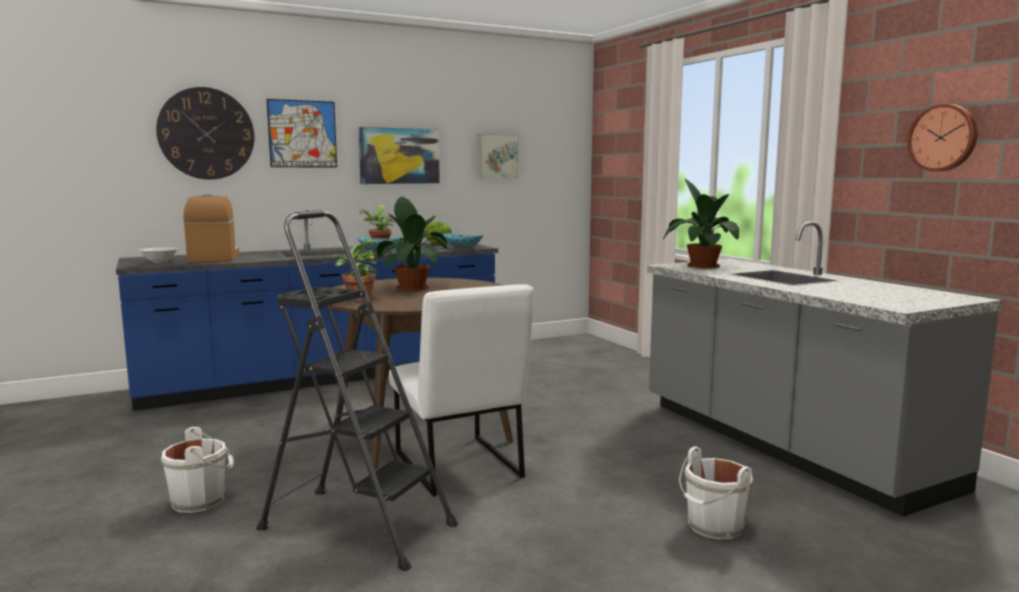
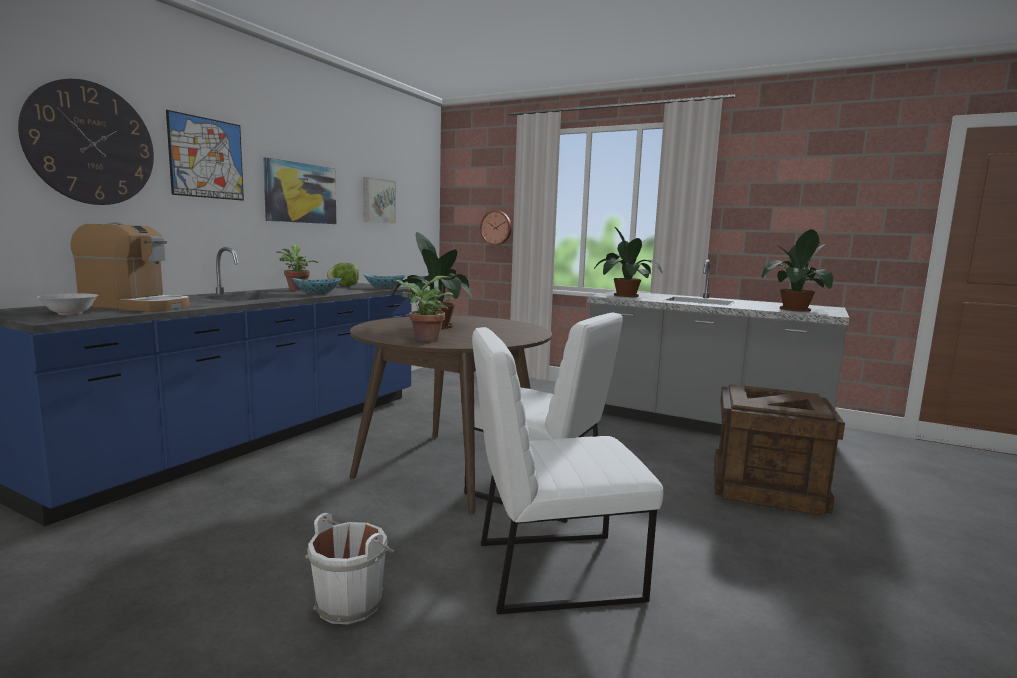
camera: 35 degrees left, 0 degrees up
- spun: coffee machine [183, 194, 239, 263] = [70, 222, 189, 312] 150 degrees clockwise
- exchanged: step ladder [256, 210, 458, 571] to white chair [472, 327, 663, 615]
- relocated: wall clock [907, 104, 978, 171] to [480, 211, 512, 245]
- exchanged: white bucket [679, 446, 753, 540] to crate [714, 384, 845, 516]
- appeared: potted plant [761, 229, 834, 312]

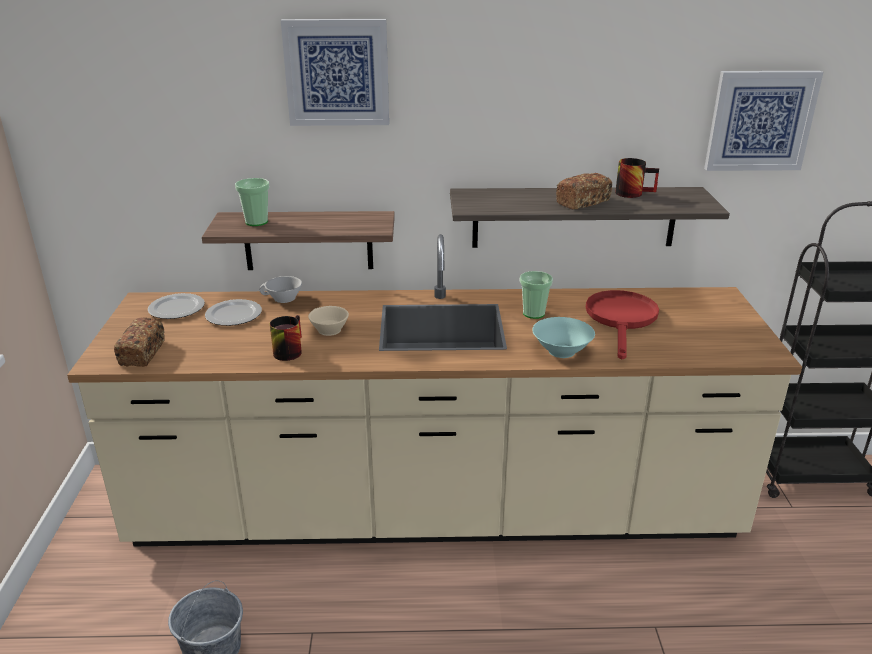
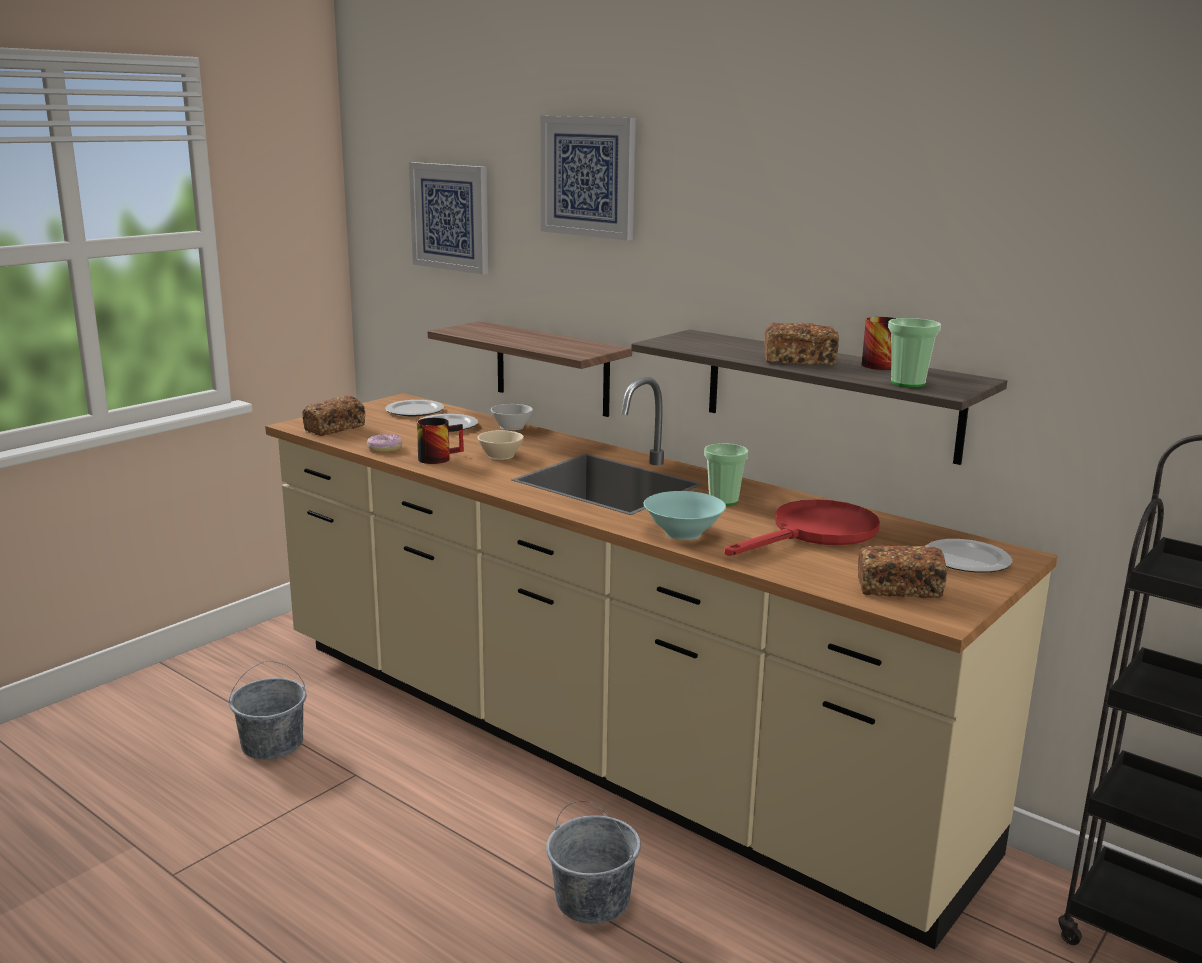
camera: 40 degrees right, 10 degrees down
- appeared: donut [367, 434, 403, 452]
- relocated: picture [704, 71, 823, 171] to [409, 162, 488, 274]
- appeared: grey bucket [546, 801, 641, 924]
- appeared: bread [858, 546, 947, 598]
- relocated: cup [235, 178, 269, 226] to [888, 318, 941, 387]
- appeared: plate [925, 539, 1013, 573]

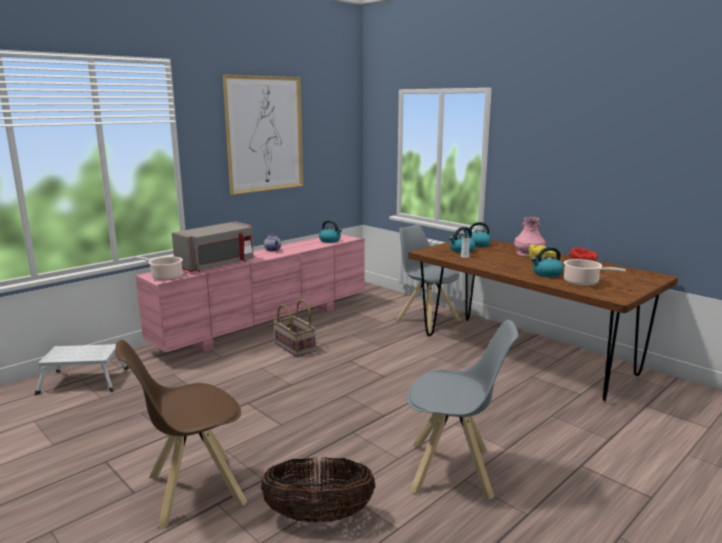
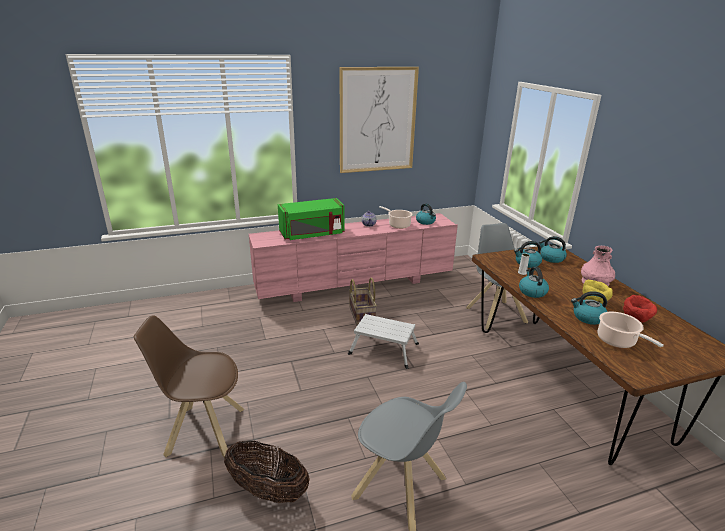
camera: 25 degrees right, 10 degrees up
- colour: grey microwave [172, 222, 254, 272] to green microwave [278, 198, 345, 240]
- relocated: white step ladder [34, 344, 130, 396] to [348, 314, 419, 369]
- relocated: cooking pot [133, 256, 183, 281] to [379, 206, 412, 229]
- appeared: kettle [519, 267, 549, 298]

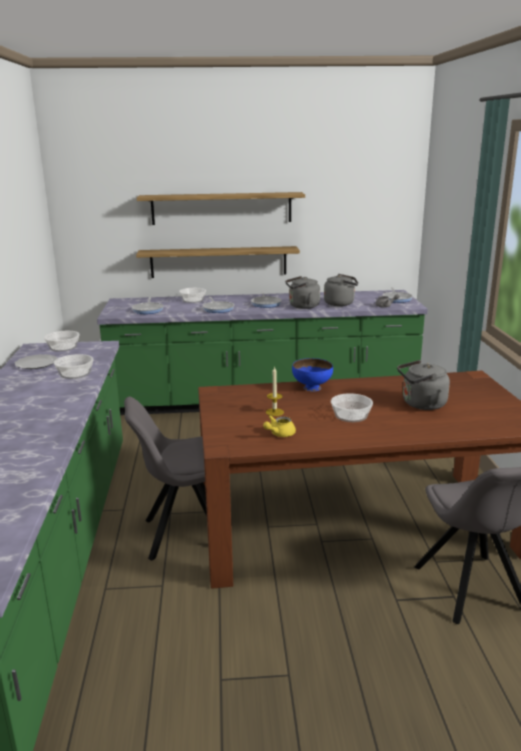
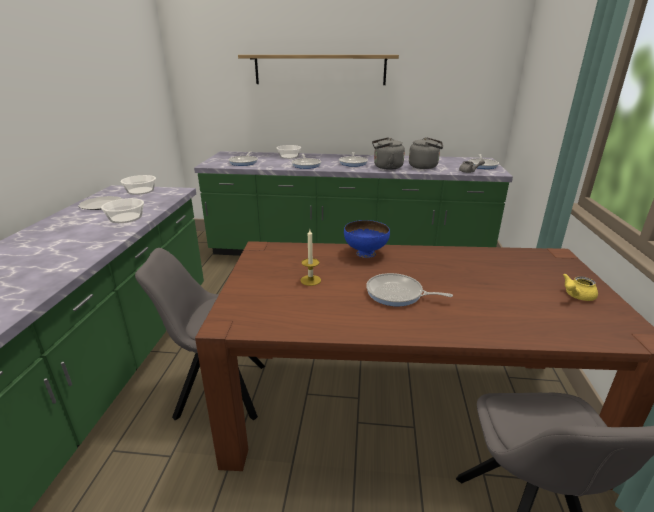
camera: 10 degrees right, 5 degrees up
- exchanged: bowl [331, 393, 373, 422] to frying pan [366, 273, 453, 307]
- relocated: yellow teapot [263, 415, 296, 437] to [563, 274, 598, 301]
- missing: shelf [136, 246, 300, 278]
- missing: grey kettle [397, 360, 450, 410]

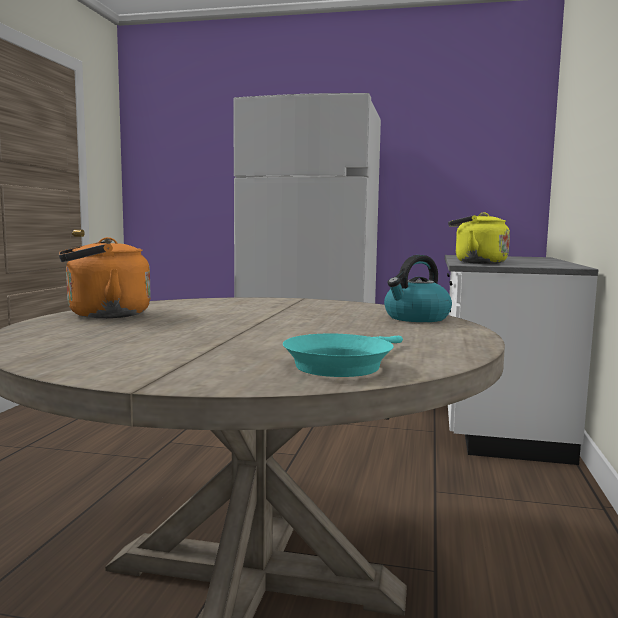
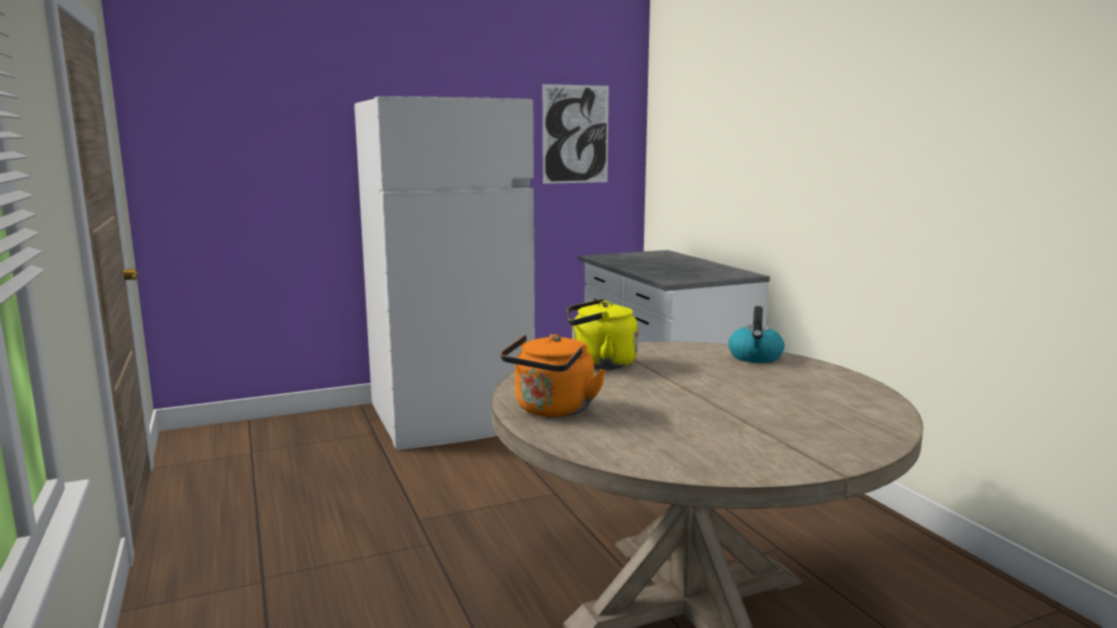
camera: 35 degrees left, 5 degrees up
- appeared: picture [543, 84, 609, 184]
- relocated: yellow kettle [448, 212, 510, 264] to [567, 299, 638, 369]
- missing: turquoise frying pan [283, 334, 403, 377]

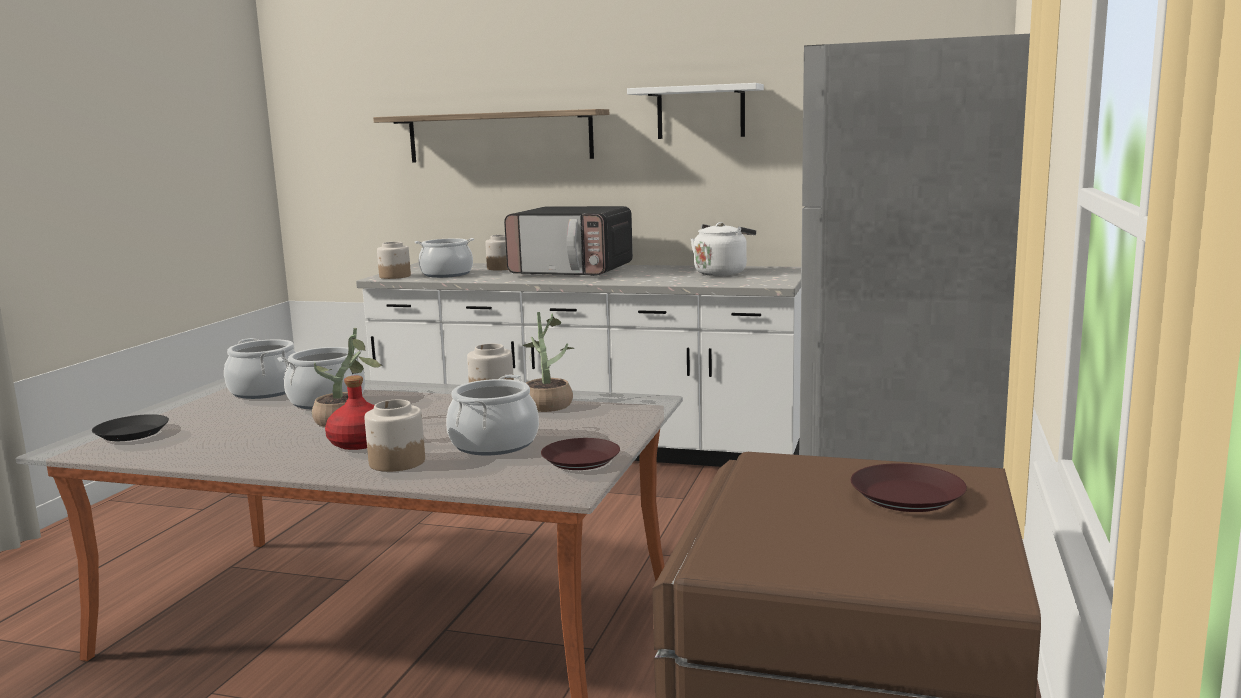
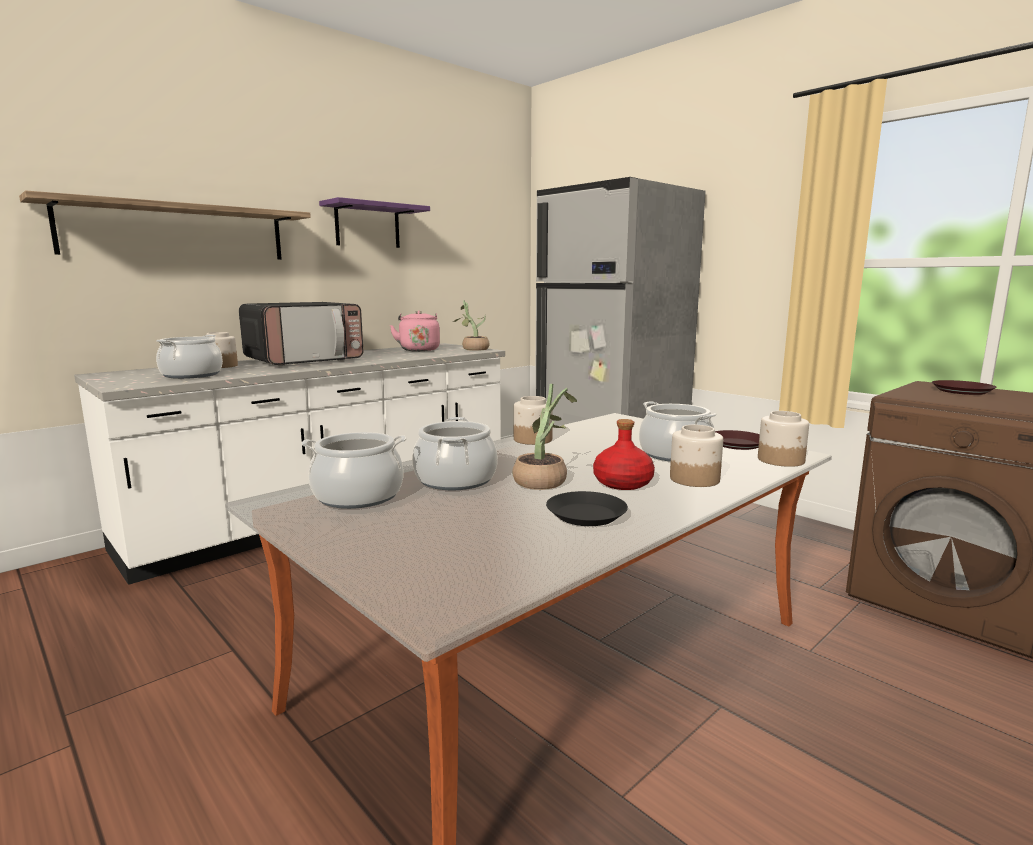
camera: 60 degrees left, 0 degrees up
- colour: white shelf [627, 83, 764, 139] to purple shelf [319, 197, 430, 248]
- colour: white kettle [691, 222, 756, 276] to pink kettle [390, 311, 440, 351]
- relocated: potted plant [522, 312, 575, 412] to [453, 300, 490, 351]
- relocated: black plate [92, 414, 169, 441] to [546, 491, 628, 526]
- relocated: jar [377, 242, 411, 279] to [758, 411, 809, 467]

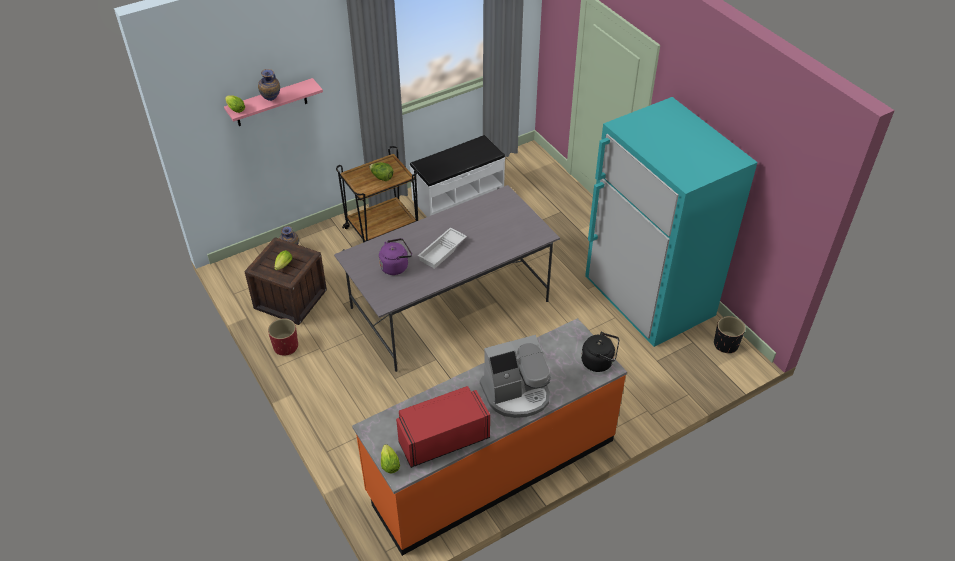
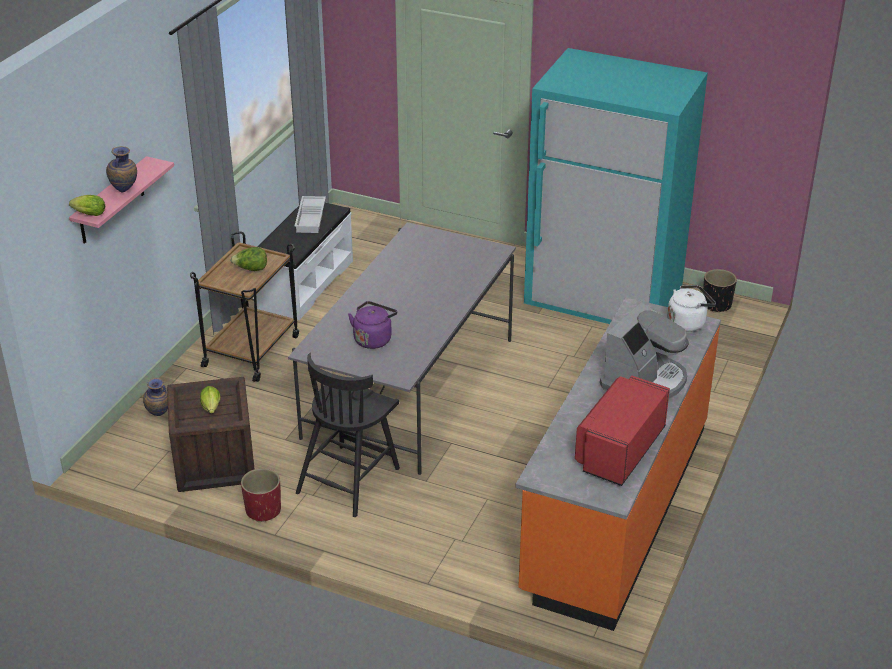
camera: 35 degrees left, 10 degrees down
- relocated: white tray [418, 227, 467, 269] to [294, 196, 326, 233]
- appeared: black chair [296, 353, 400, 517]
- colour: black kettle [581, 332, 619, 372] to white kettle [667, 285, 716, 332]
- missing: lettuce [381, 444, 400, 474]

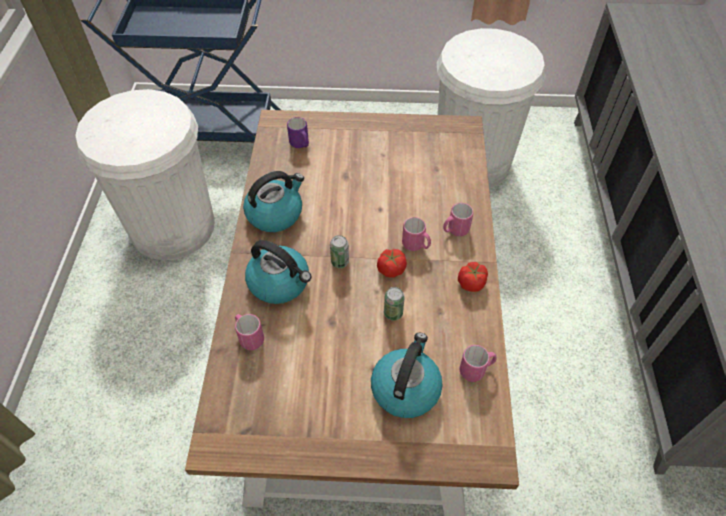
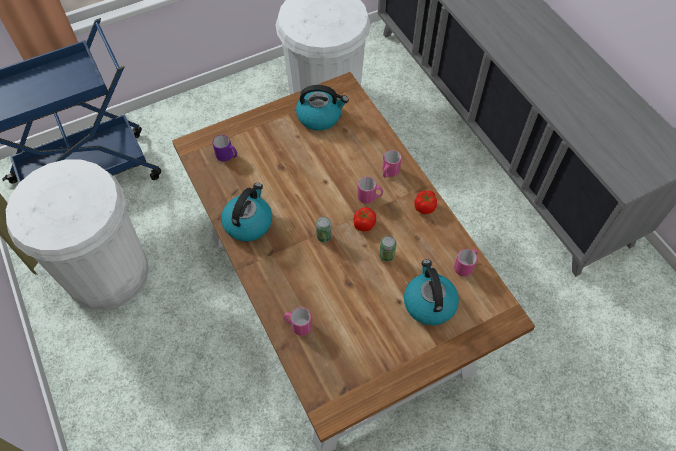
camera: 30 degrees left, 5 degrees up
- relocated: kettle [245, 240, 311, 304] to [296, 85, 349, 131]

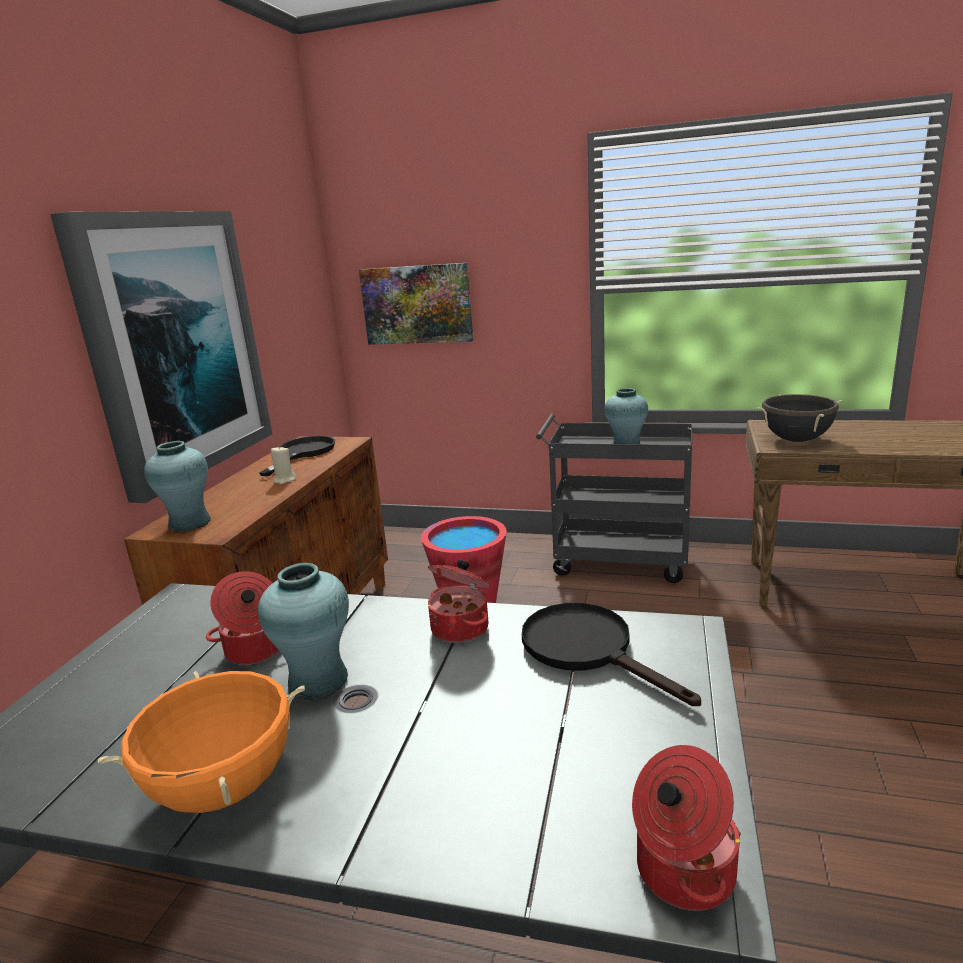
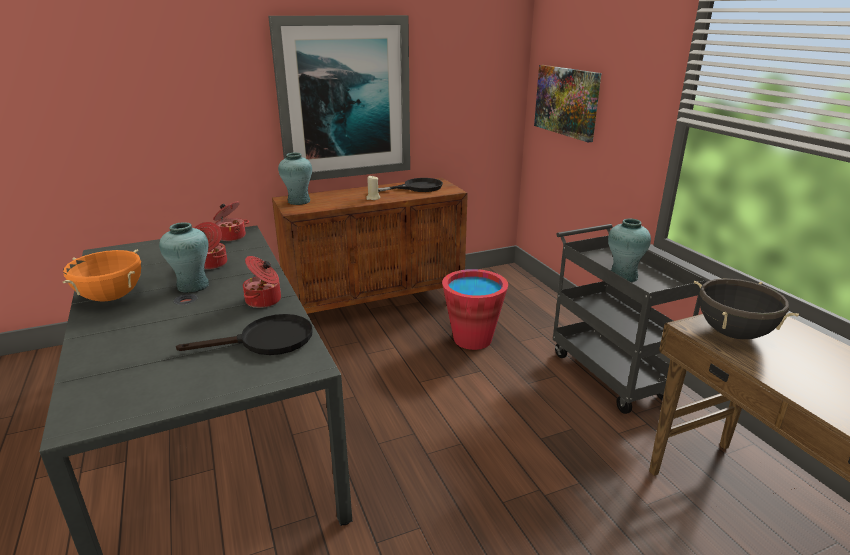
camera: 50 degrees right, 5 degrees up
- spun: black frying pan [522, 603, 701, 706] = [176, 314, 313, 355] 60 degrees clockwise
- relocated: cooking pot [632, 745, 741, 911] to [213, 202, 249, 241]

